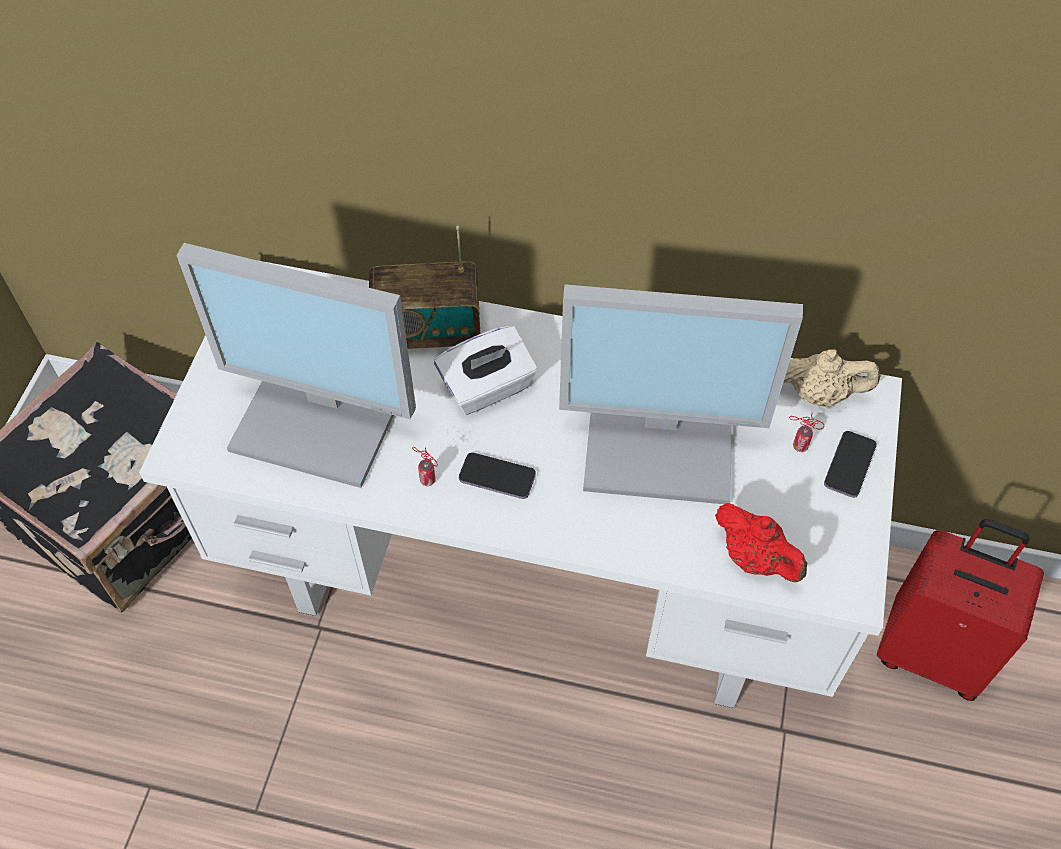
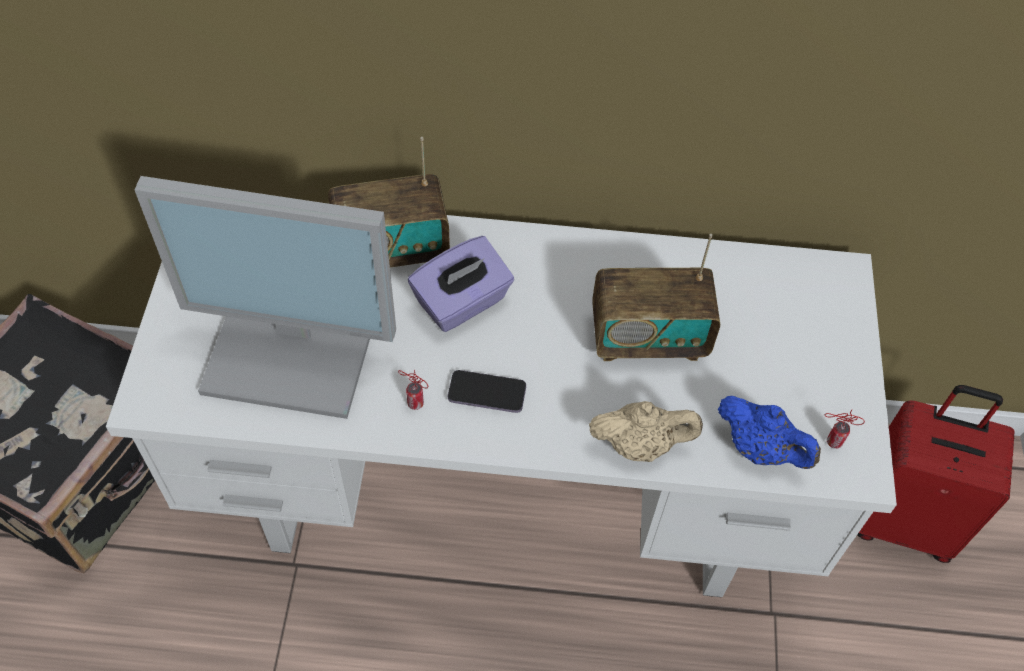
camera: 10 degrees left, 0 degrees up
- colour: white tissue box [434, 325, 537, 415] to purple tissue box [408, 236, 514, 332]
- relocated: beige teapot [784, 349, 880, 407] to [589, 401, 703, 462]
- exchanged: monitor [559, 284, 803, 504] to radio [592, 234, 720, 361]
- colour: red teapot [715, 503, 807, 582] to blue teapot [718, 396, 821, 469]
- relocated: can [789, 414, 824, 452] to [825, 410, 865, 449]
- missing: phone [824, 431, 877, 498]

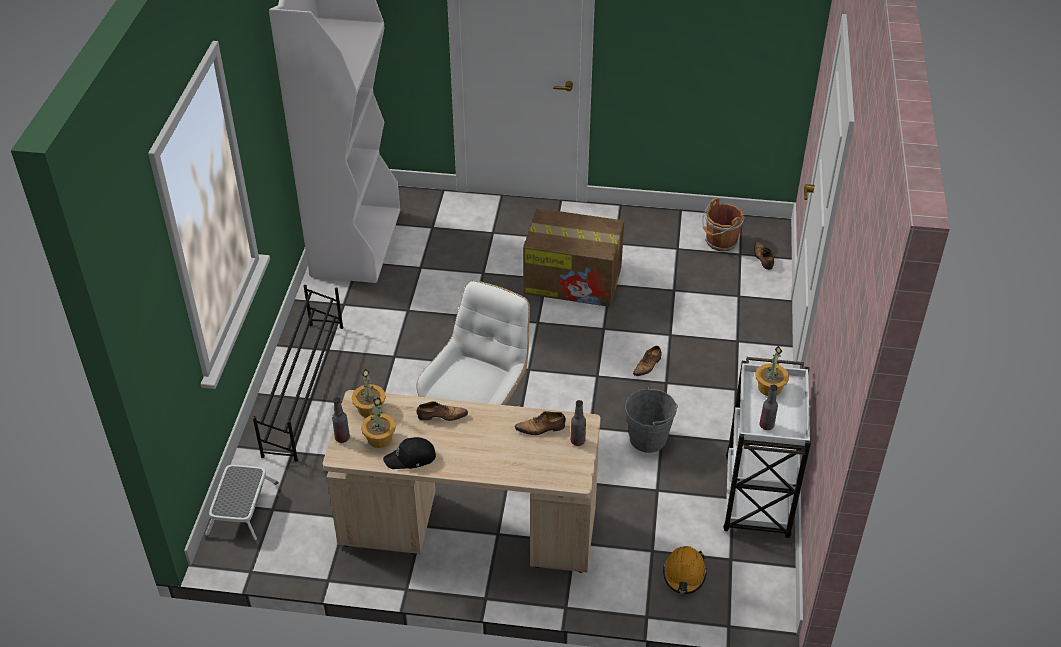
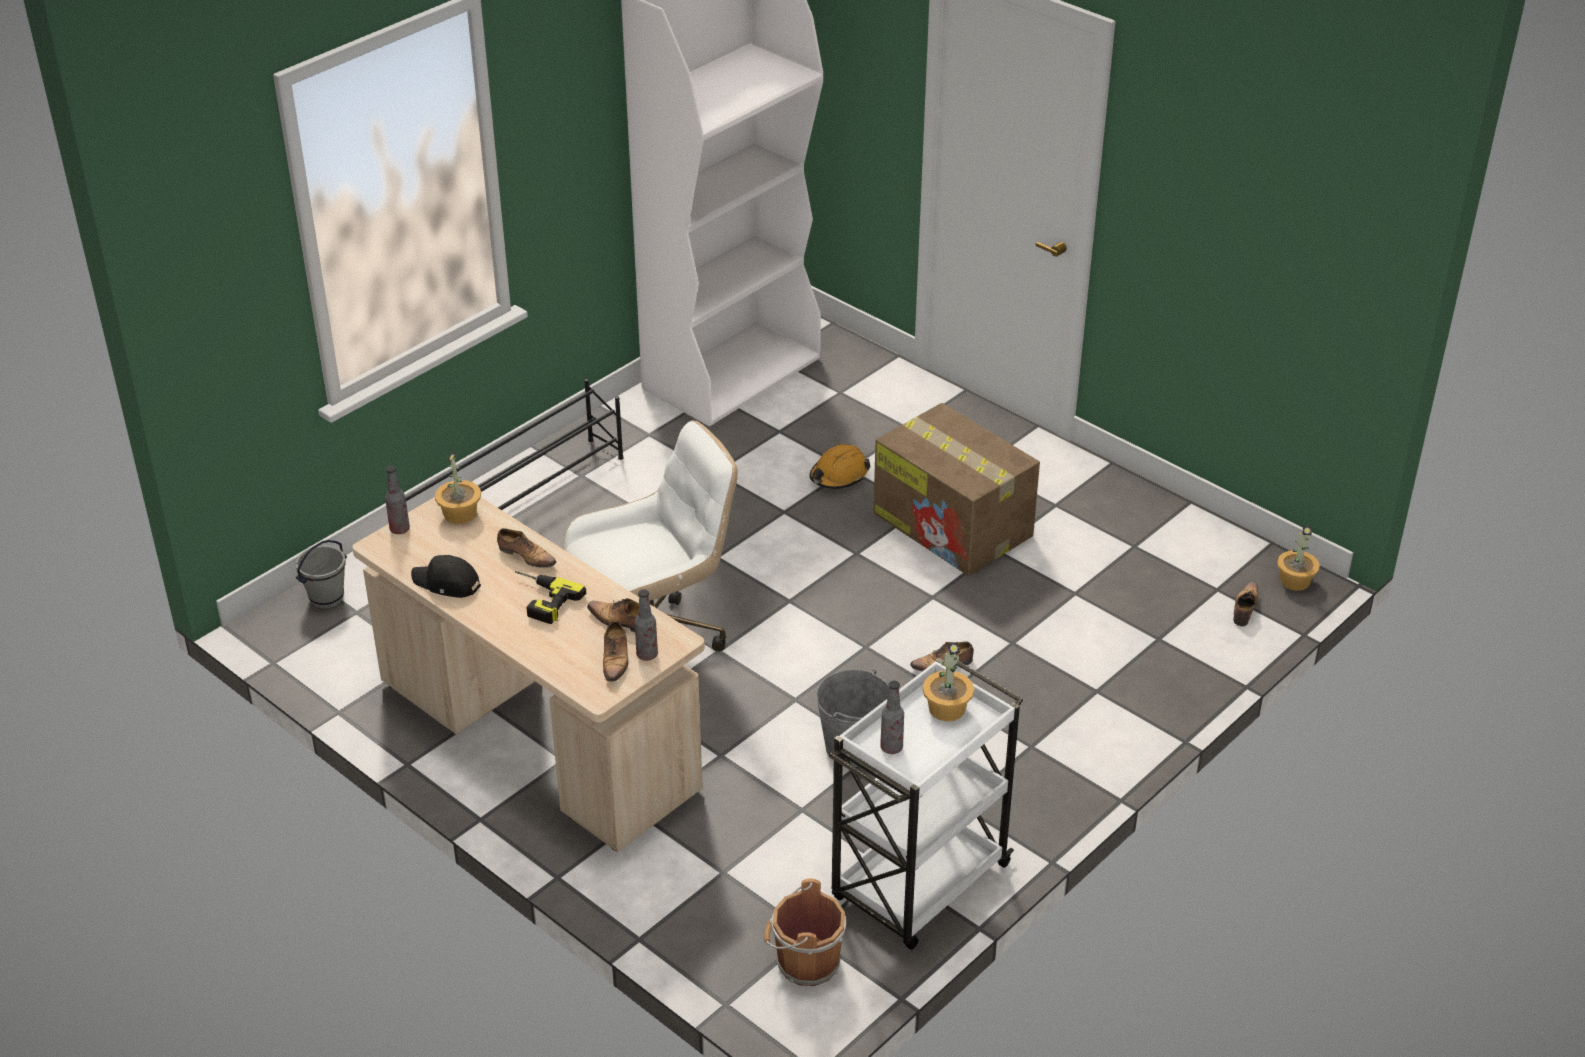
camera: 35 degrees right, 5 degrees down
- exchanged: grey step ladder [204, 465, 279, 544] to grey bucket [296, 540, 347, 608]
- appeared: power drill [515, 571, 586, 624]
- appeared: shoe [603, 621, 628, 682]
- relocated: brown bucket [702, 198, 745, 251] to [764, 878, 846, 986]
- relocated: orange hard hat [663, 546, 707, 594] to [809, 444, 870, 489]
- relocated: potted plant [361, 397, 396, 448] to [1277, 526, 1320, 591]

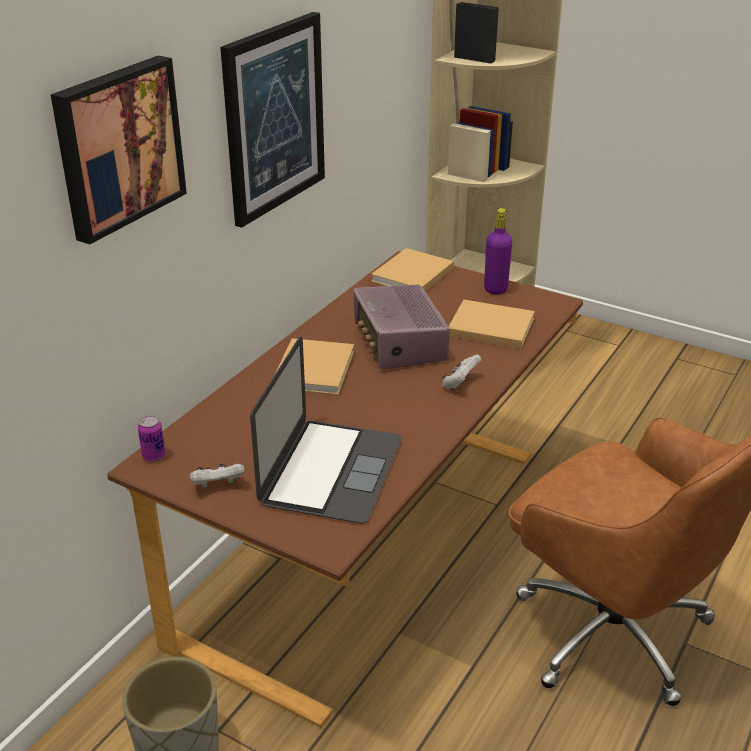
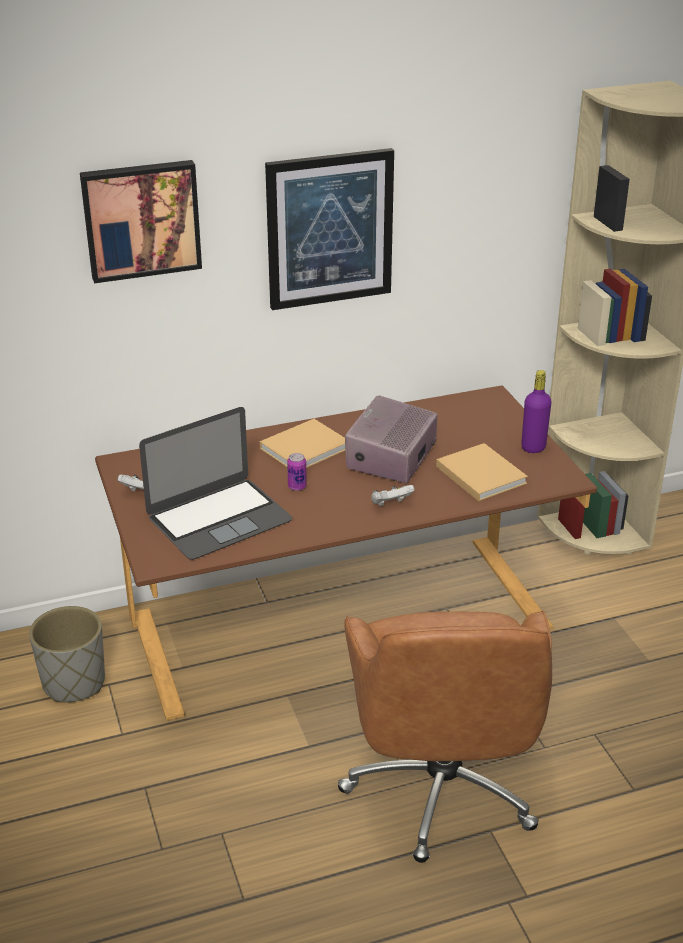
camera: 40 degrees right, 0 degrees up
- relocated: can [138, 416, 165, 462] to [287, 453, 307, 491]
- missing: beige book [371, 248, 454, 292]

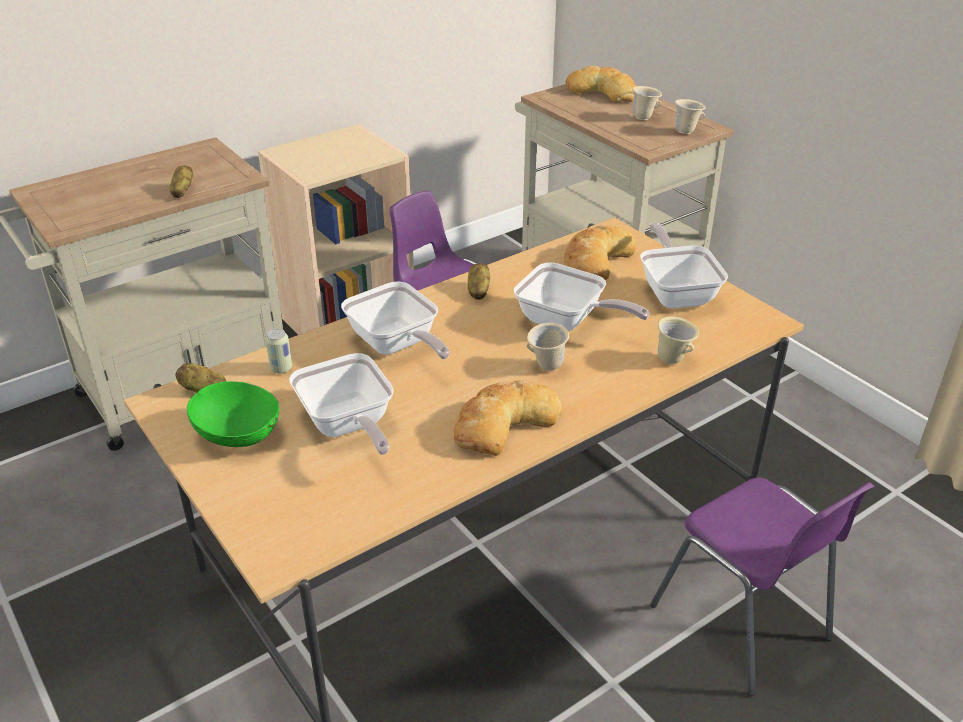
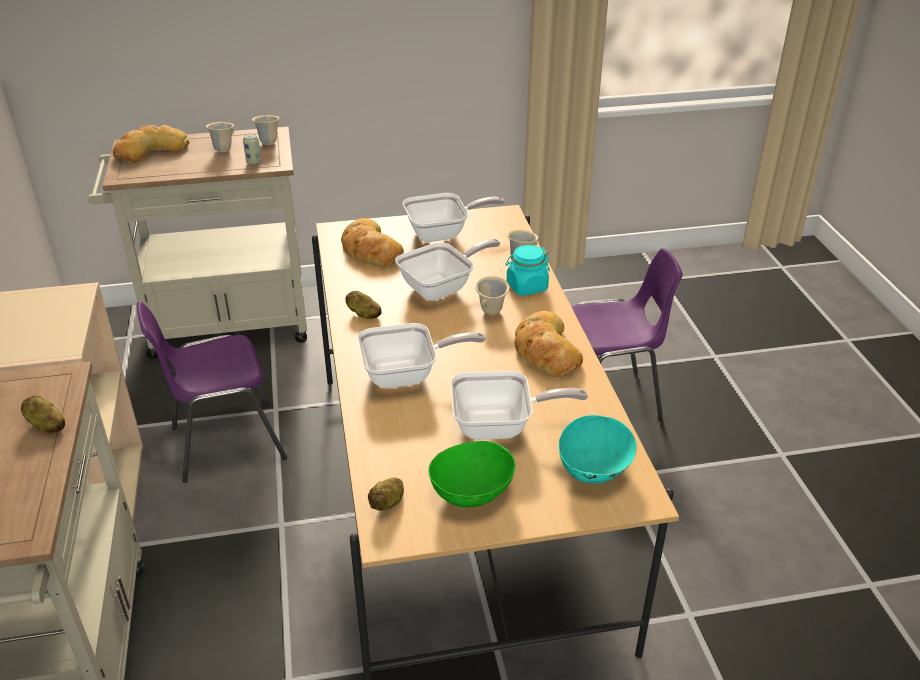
camera: 65 degrees left, 0 degrees up
- relocated: can [266, 329, 292, 374] to [243, 134, 261, 165]
- spun: frying pan [640, 223, 728, 309] = [403, 193, 505, 242] 150 degrees clockwise
- appeared: turquoise jar [505, 245, 550, 296]
- appeared: turquoise bowl [559, 415, 637, 484]

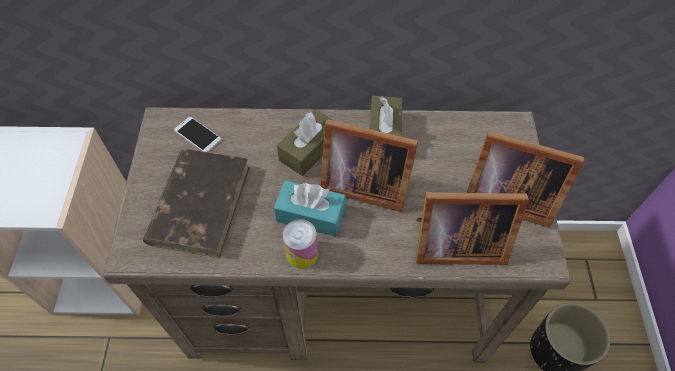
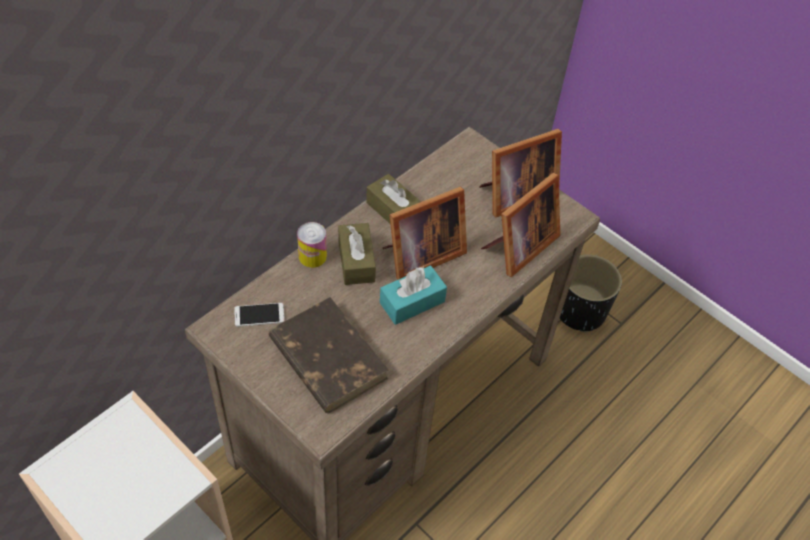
camera: 50 degrees left, 5 degrees down
- relocated: can [283, 219, 318, 269] to [297, 222, 327, 268]

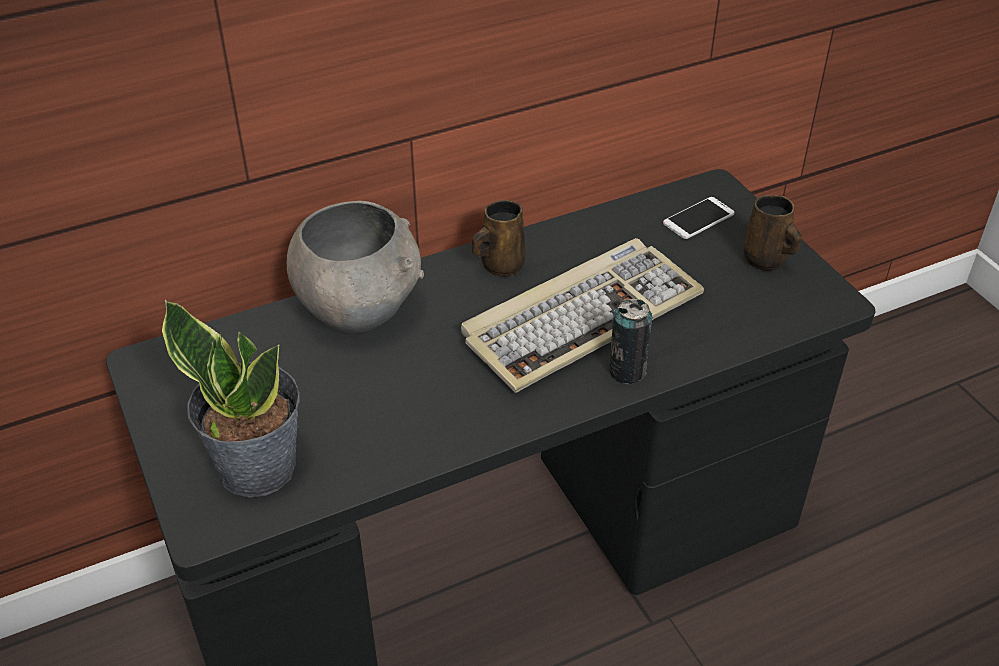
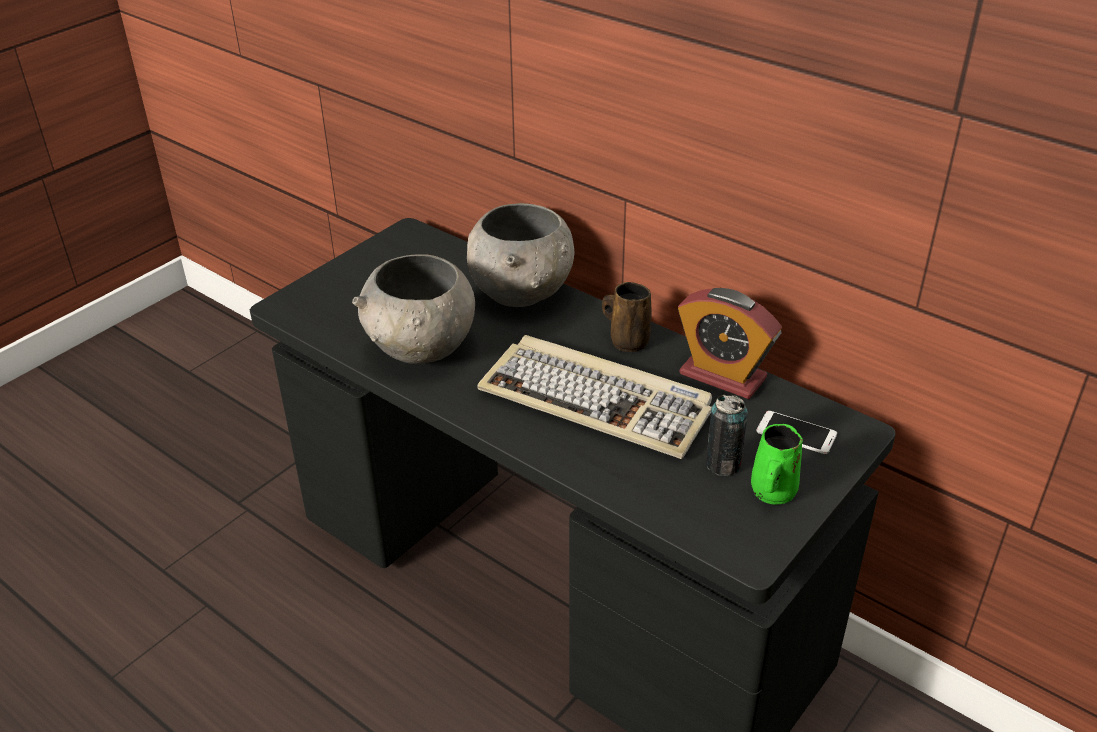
camera: 65 degrees right, 5 degrees down
- appeared: grey bowl [352, 254, 475, 364]
- appeared: alarm clock [678, 288, 782, 399]
- relocated: can [609, 298, 653, 384] to [706, 394, 748, 476]
- colour: brown mug [744, 195, 802, 271] to green mug [751, 424, 803, 505]
- missing: potted plant [162, 300, 300, 498]

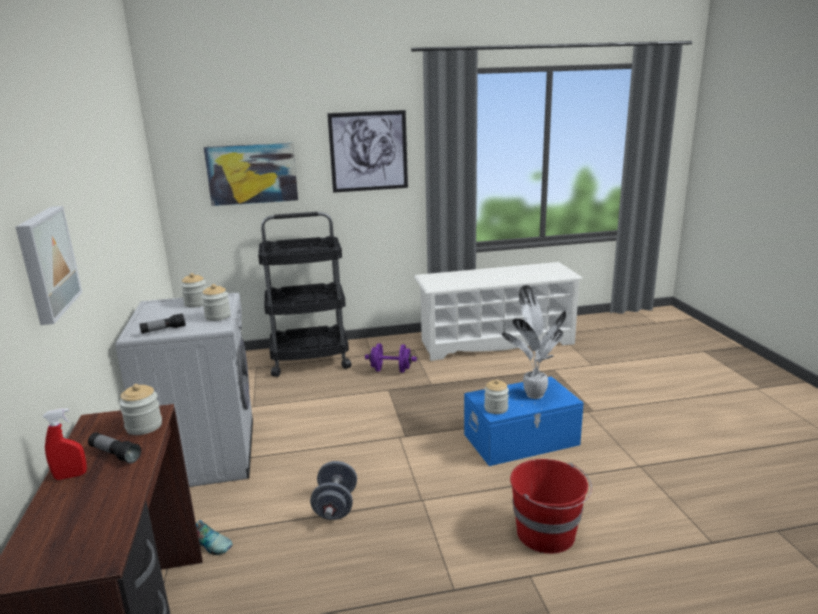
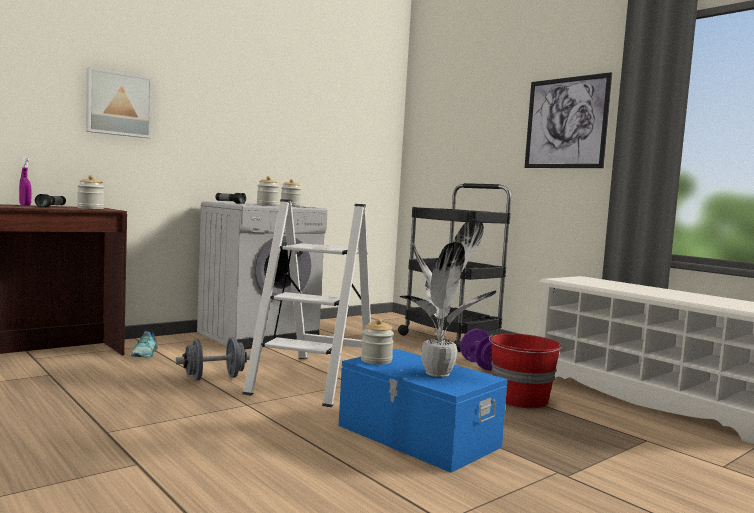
camera: 60 degrees right, 15 degrees down
- colour: red spray bottle [43, 408, 87, 480] to purple spray bottle [19, 158, 31, 206]
- appeared: white step ladder [242, 199, 371, 407]
- relocated: red bucket [510, 459, 592, 554] to [489, 334, 563, 408]
- missing: picture [204, 143, 298, 206]

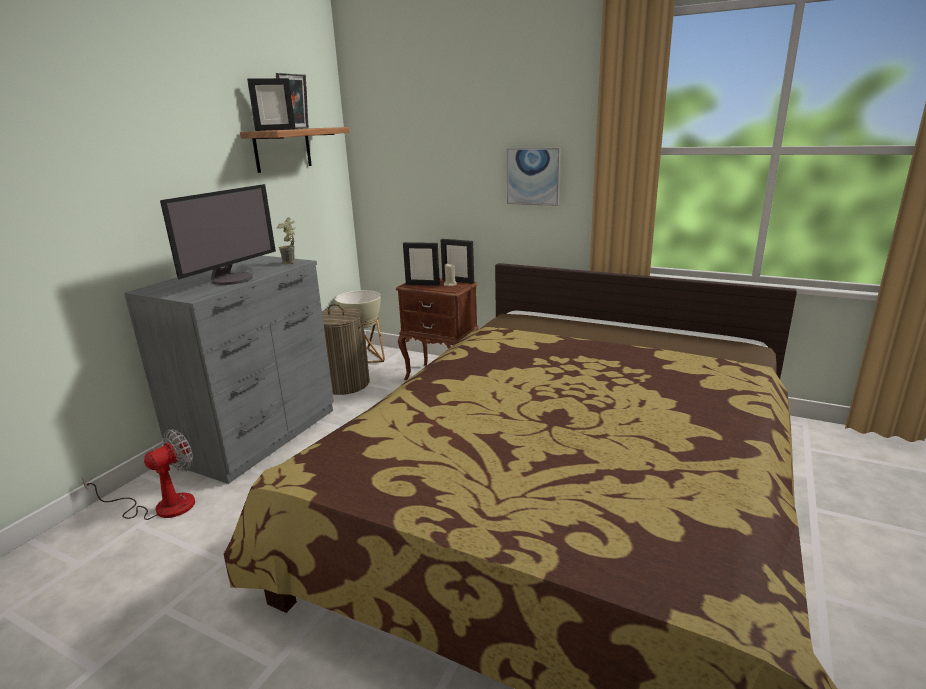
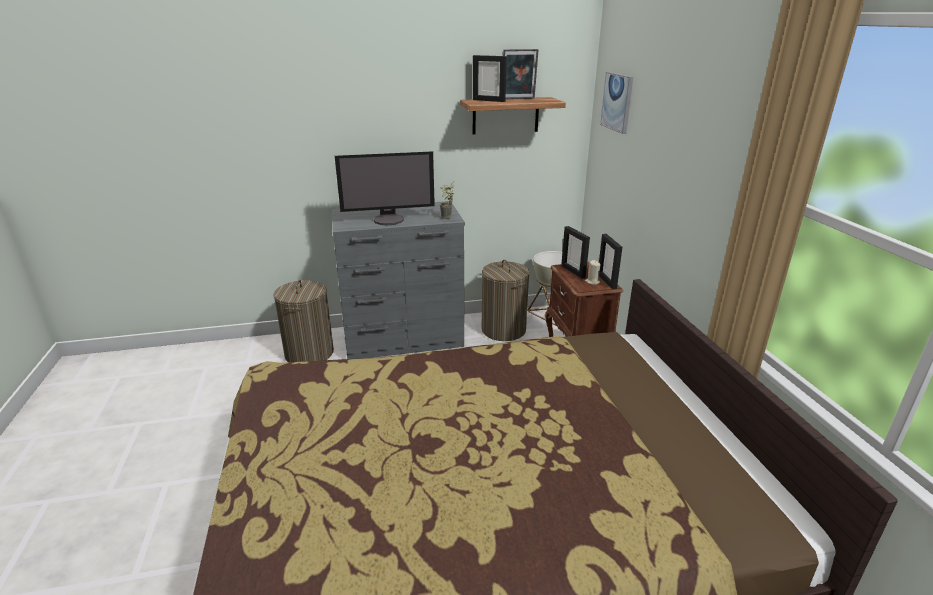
camera: 50 degrees right, 5 degrees up
- exchanged: fan [81, 429, 195, 520] to laundry basket [273, 280, 334, 362]
- relocated: picture [507, 148, 561, 206] to [600, 72, 633, 134]

